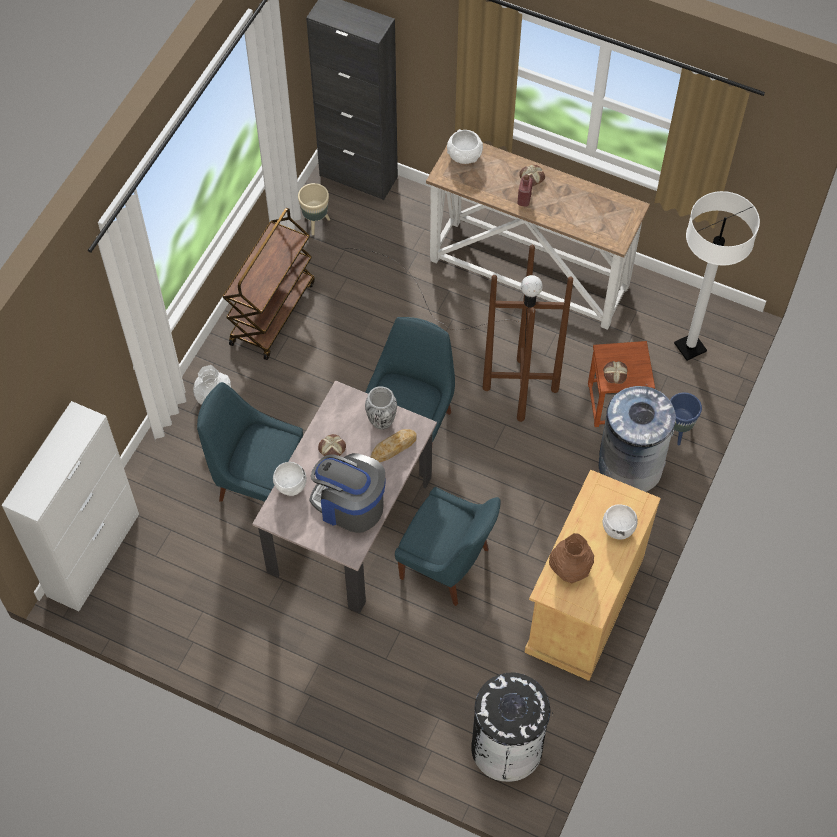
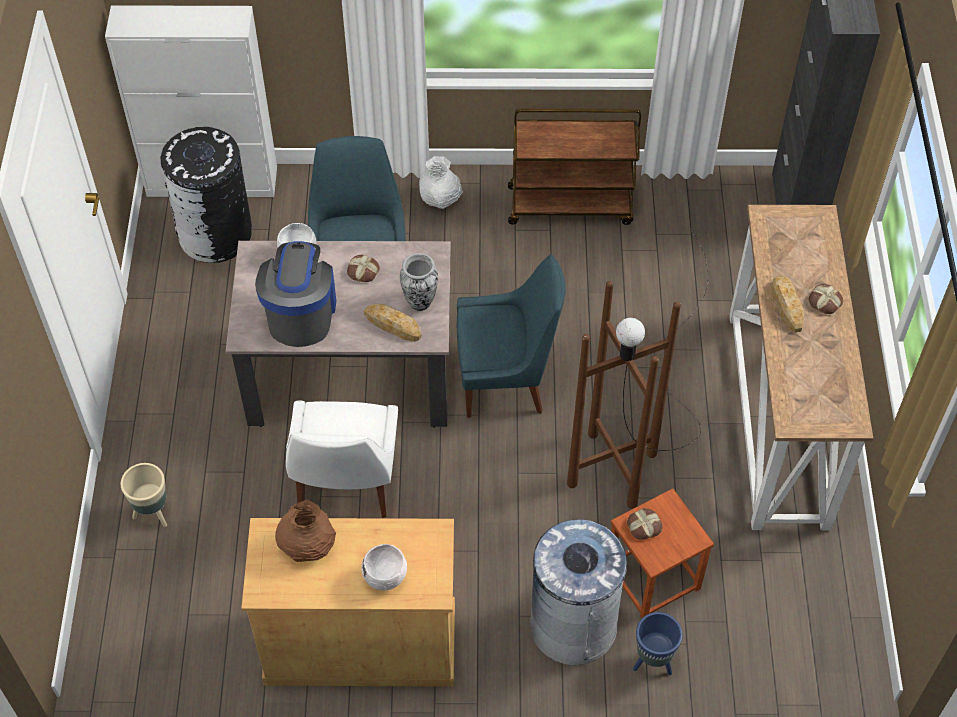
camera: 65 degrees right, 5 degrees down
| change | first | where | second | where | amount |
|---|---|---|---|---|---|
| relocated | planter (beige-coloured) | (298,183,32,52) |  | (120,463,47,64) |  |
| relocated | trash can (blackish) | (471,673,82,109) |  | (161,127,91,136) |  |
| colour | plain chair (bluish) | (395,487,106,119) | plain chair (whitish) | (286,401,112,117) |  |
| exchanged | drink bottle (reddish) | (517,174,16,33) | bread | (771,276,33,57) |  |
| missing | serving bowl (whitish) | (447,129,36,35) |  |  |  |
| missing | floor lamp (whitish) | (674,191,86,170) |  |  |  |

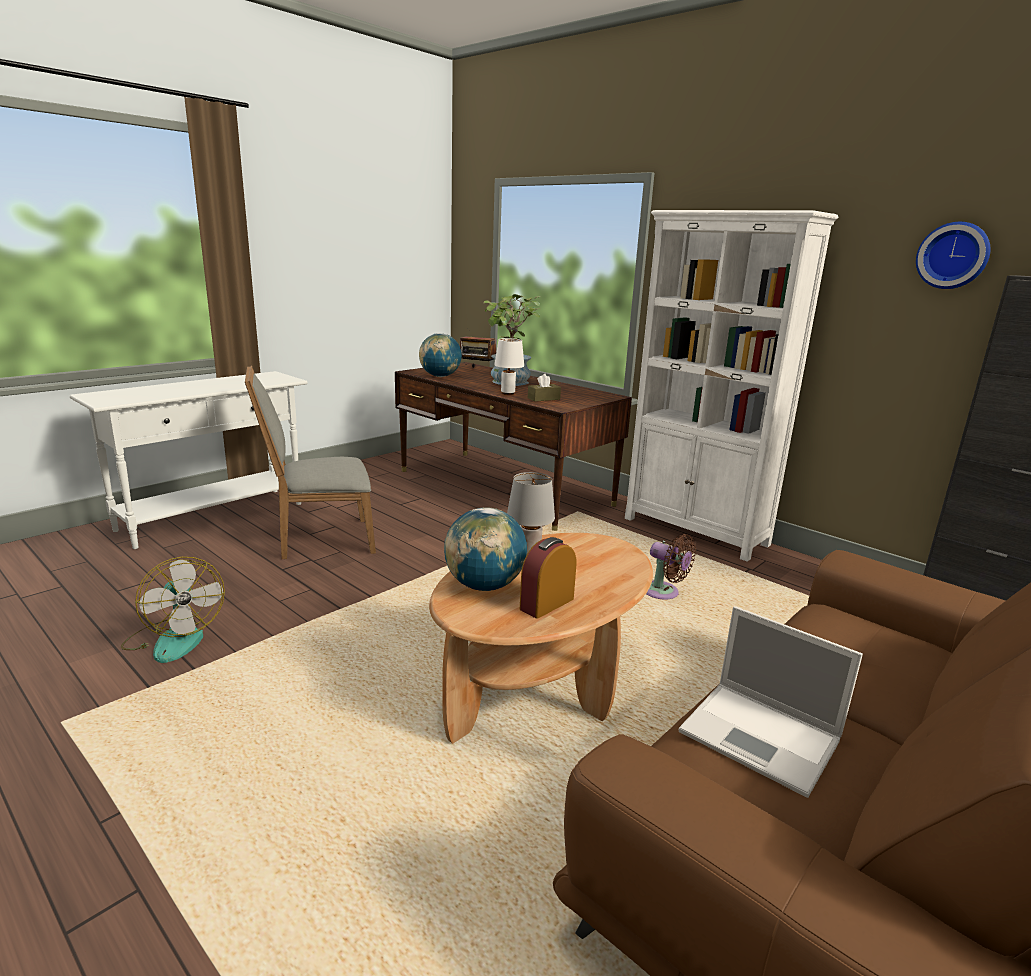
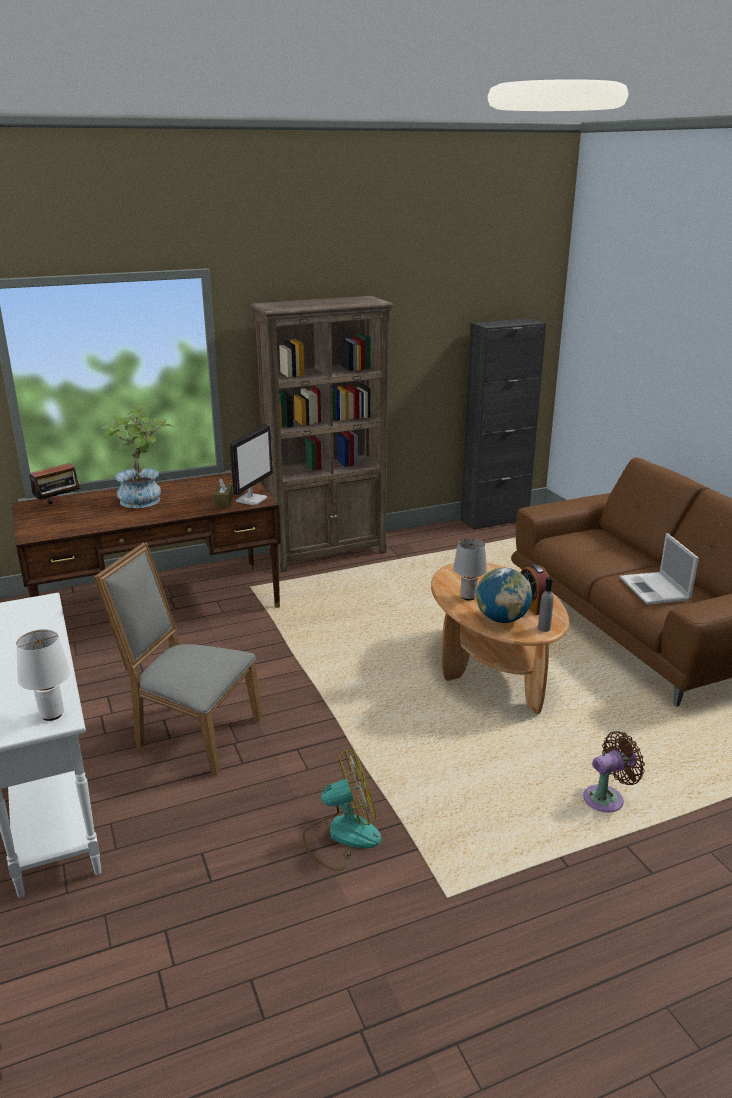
camera: 65 degrees left, 5 degrees up
| change | first | where | second | where | amount |
|---|---|---|---|---|---|
| relocated | tabletop lamp (whitish) | (494,338,30,57) |  | (16,629,54,92) |  |
| spun | plain chair (grey) | (245,366,131,193) |  | (94,542,168,234) | 105 degrees clockwise |
| appeared |  |  | computer display | (230,424,43,81) |  |
| colour | bookcase (whitish) | (625,210,213,352) | bookcase (brown-coloured) | (250,296,144,276) |  |
| appeared |  |  | drink bottle (grey) | (538,577,16,55) |  |
| relocated | fan (brown-coloured) | (646,534,50,66) |  | (583,731,62,82) |  |
| spun | portable computer | (679,606,184,192) |  | (620,533,79,72) | 105 degrees clockwise |
| missing | desk globe | (419,333,43,44) |  |  |  |
| missing | clock on the wall | (916,222,75,67) |  |  |  |

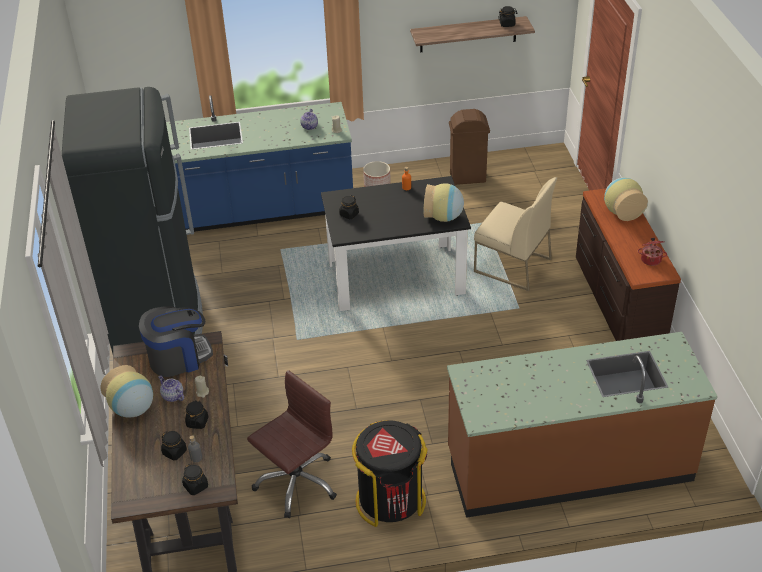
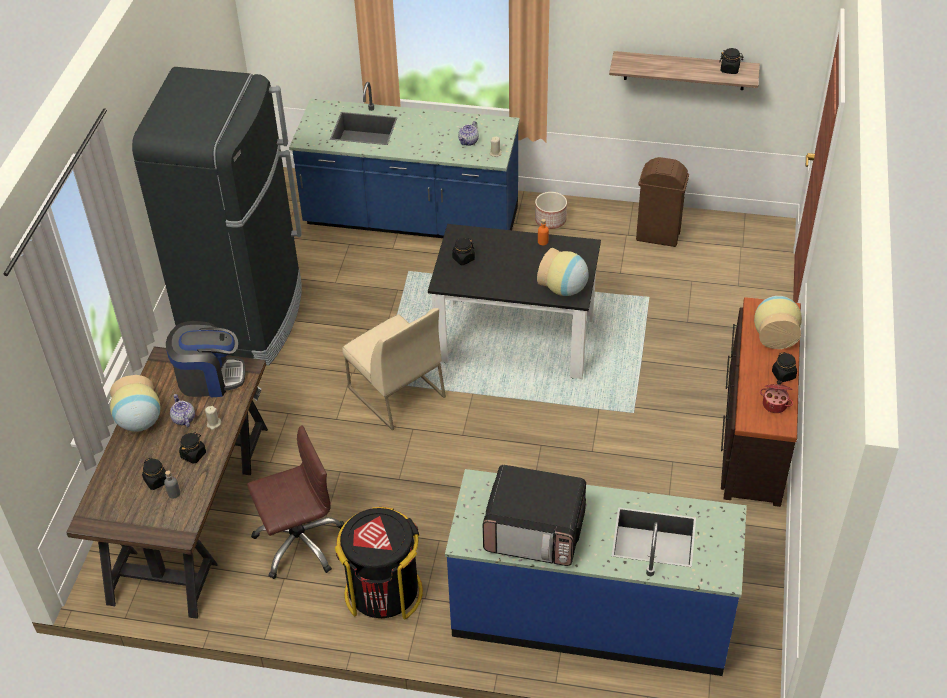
camera: 20 degrees right, 5 degrees up
| change | first | where | second | where | amount |
|---|---|---|---|---|---|
| relocated | plain chair (beige-coloured) | (474,177,83,114) |  | (342,308,104,122) |  |
| colour | counter (brown-coloured) | (447,332,271,186) | counter (bluish) | (445,469,302,207) |  |
| appeared |  |  | kitchen microwave | (483,465,103,101) |  |
| relocated | jar (blackish) | (182,464,26,31) |  | (772,352,25,30) |  |

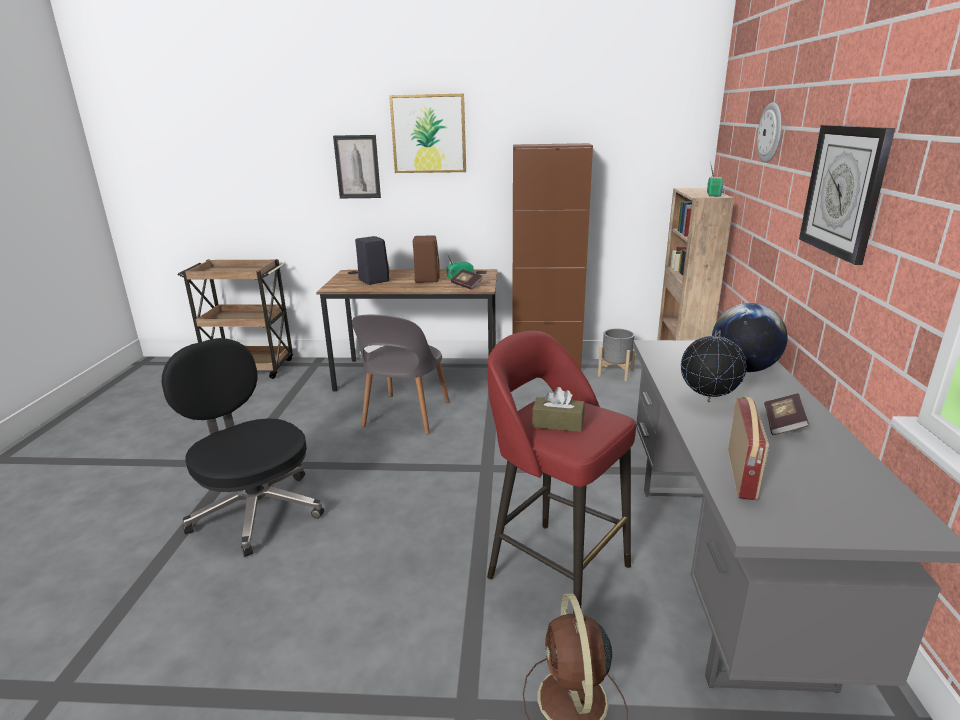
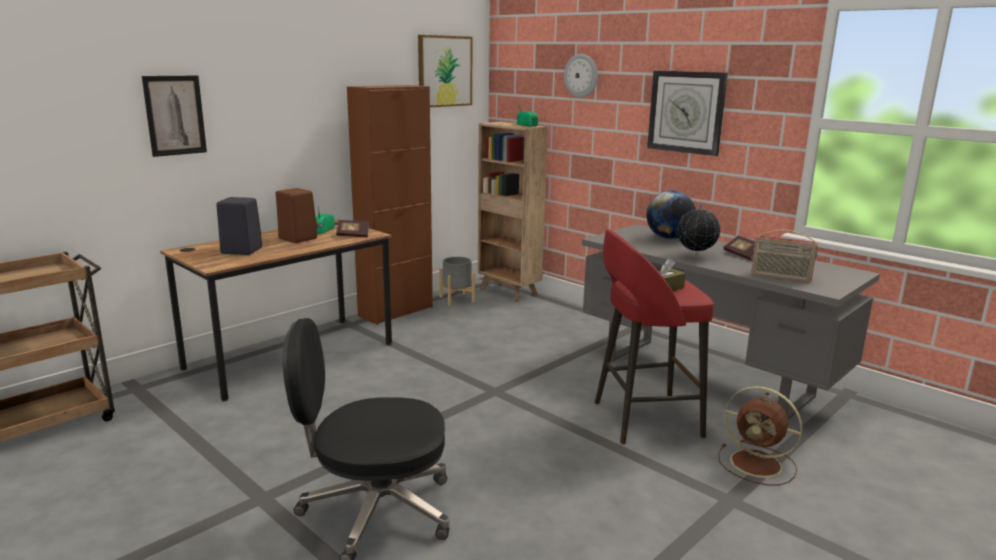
camera: 50 degrees left, 5 degrees down
| change | first | where | second | where | amount |
|---|---|---|---|---|---|
| relocated | wall art | (389,94,77,79) |  | (418,35,55,72) |  |
| spun | radio receiver | (728,396,41,104) |  | (751,230,67,52) | 150 degrees clockwise |
| missing | plain chair (grey) | (352,315,98,120) |  |  |  |

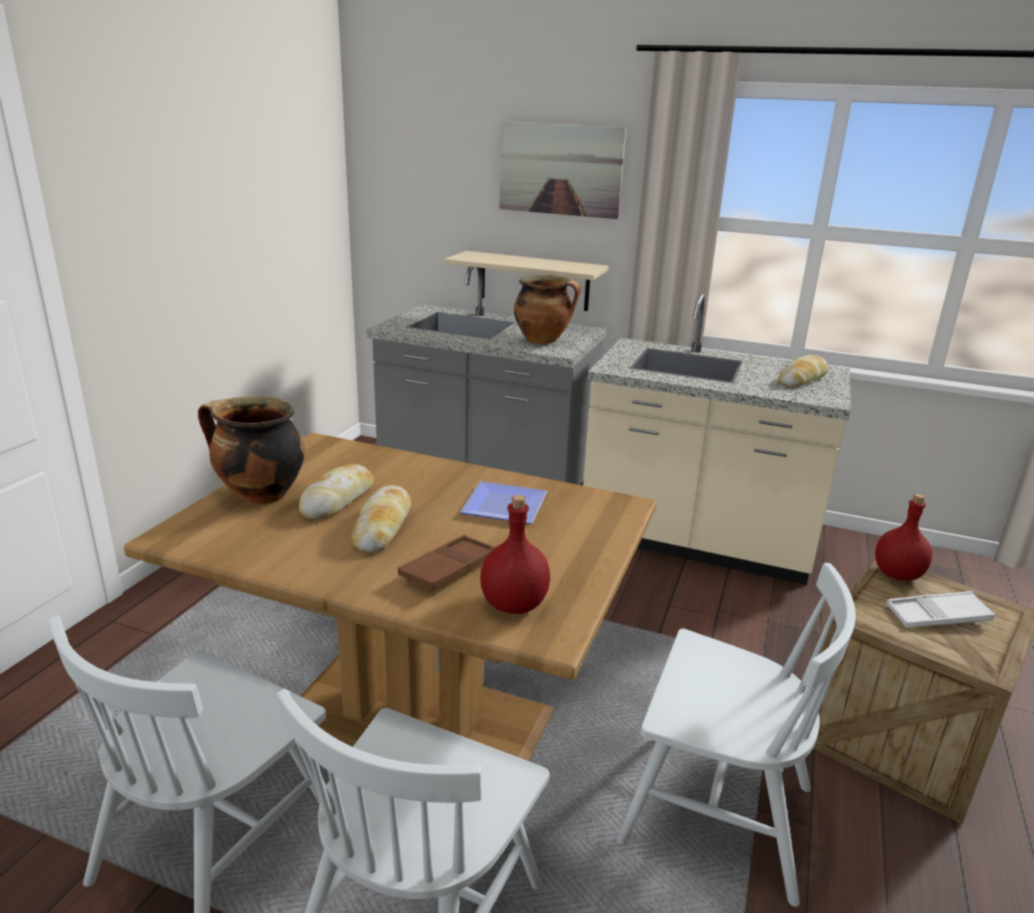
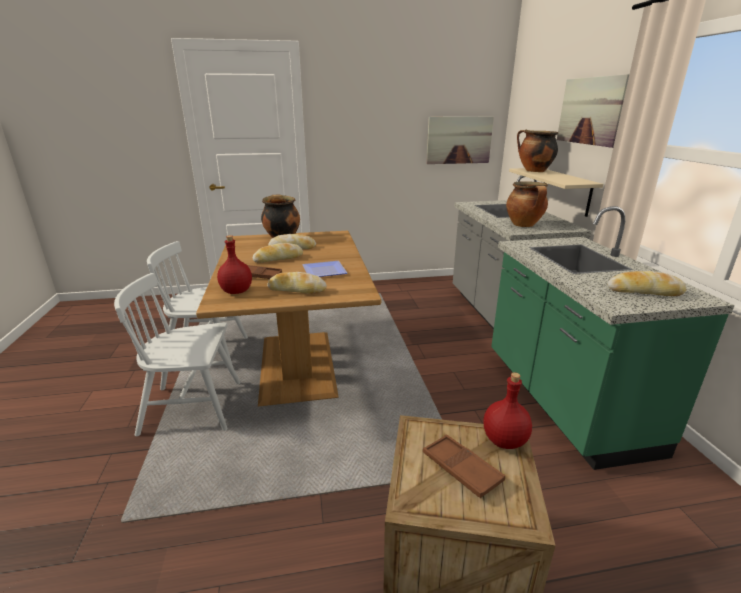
camera: 60 degrees right, 0 degrees up
| change | first | where | second | where | amount |
|---|---|---|---|---|---|
| appeared |  |  | bread | (267,272,60,22) |  |
| colour | serving tray (whitish) | (886,591,109,37) | serving tray (brown-coloured) | (423,435,82,63) |  |
| appeared |  |  | wall art | (426,117,68,47) |  |
| colour | counter (beige-coloured) | (583,294,268,291) | counter (green) | (491,206,244,264) |  |
| appeared |  |  | cooking pot | (517,129,41,43) |  |
| missing | plain chair (whitish) | (617,563,239,344) |  |  |  |

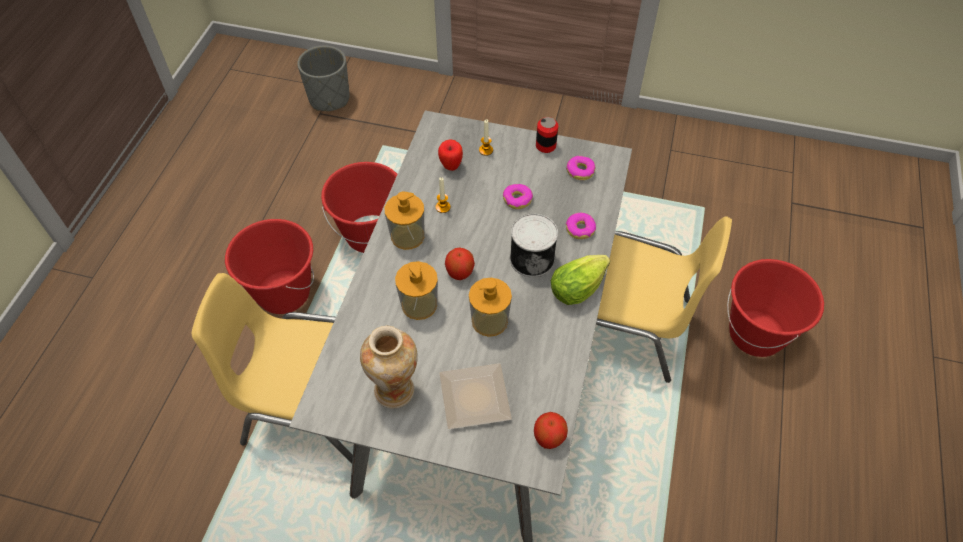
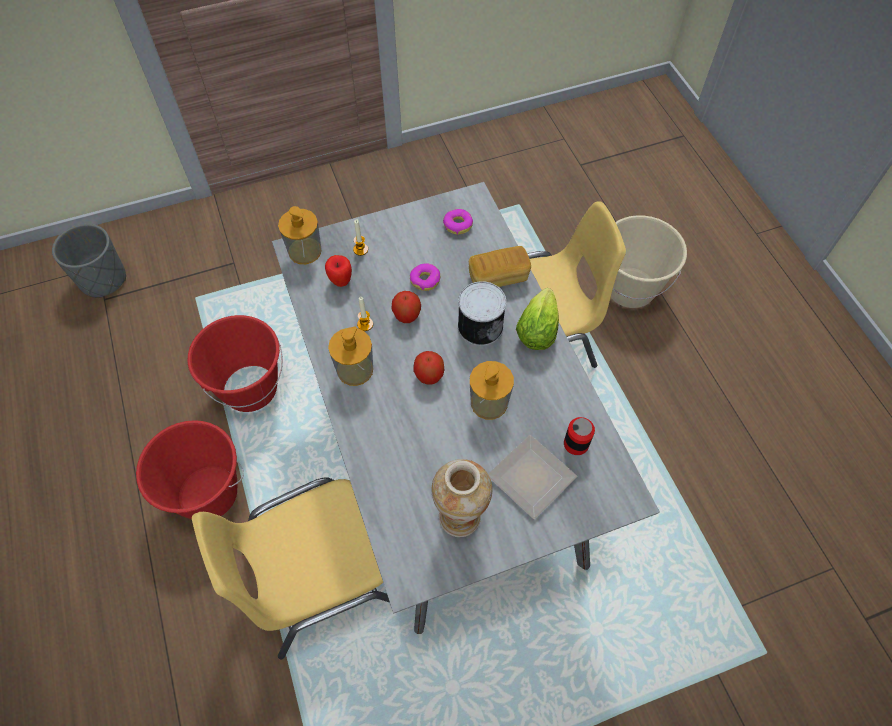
camera: 35 degrees left, 5 degrees up
| change | first | where | second | where | amount |
|---|---|---|---|---|---|
| relocated | liquid soap bottle | (395,261,43,59) |  | (278,206,44,58) |  |
| relocated | apple fruit | (534,412,34,37) |  | (392,291,29,32) |  |
| exchanged | doughnut | (565,213,31,26) | bread | (469,246,62,41) |  |
| relocated | sealed can | (536,117,22,36) |  | (564,417,31,38) |  |
| colour | pail (reddish) | (727,259,97,98) | pail (beige-coloured) | (611,215,76,93) |  |

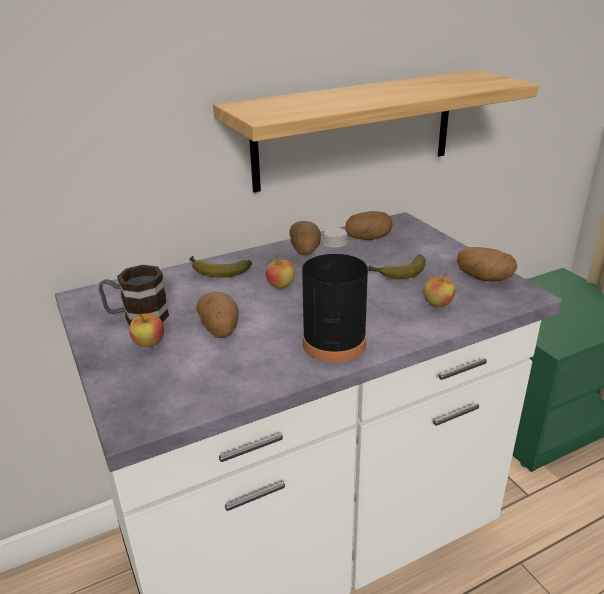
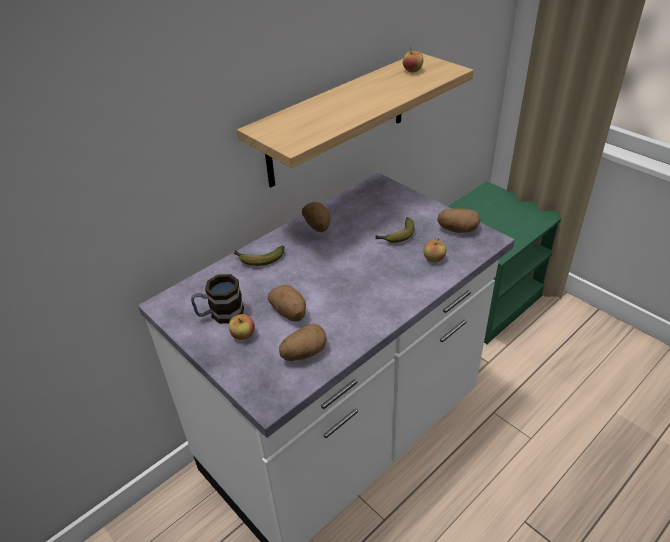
camera: 15 degrees left, 10 degrees up
| change | first | where | second | where | amount |
|---|---|---|---|---|---|
| relocated | spud | (346,211,47,29) |  | (279,324,48,37) |  |
| relocated | apple fruit | (266,255,29,33) |  | (403,47,20,25) |  |
| missing | drink bottle (blackish) | (302,228,66,135) |  |  |  |

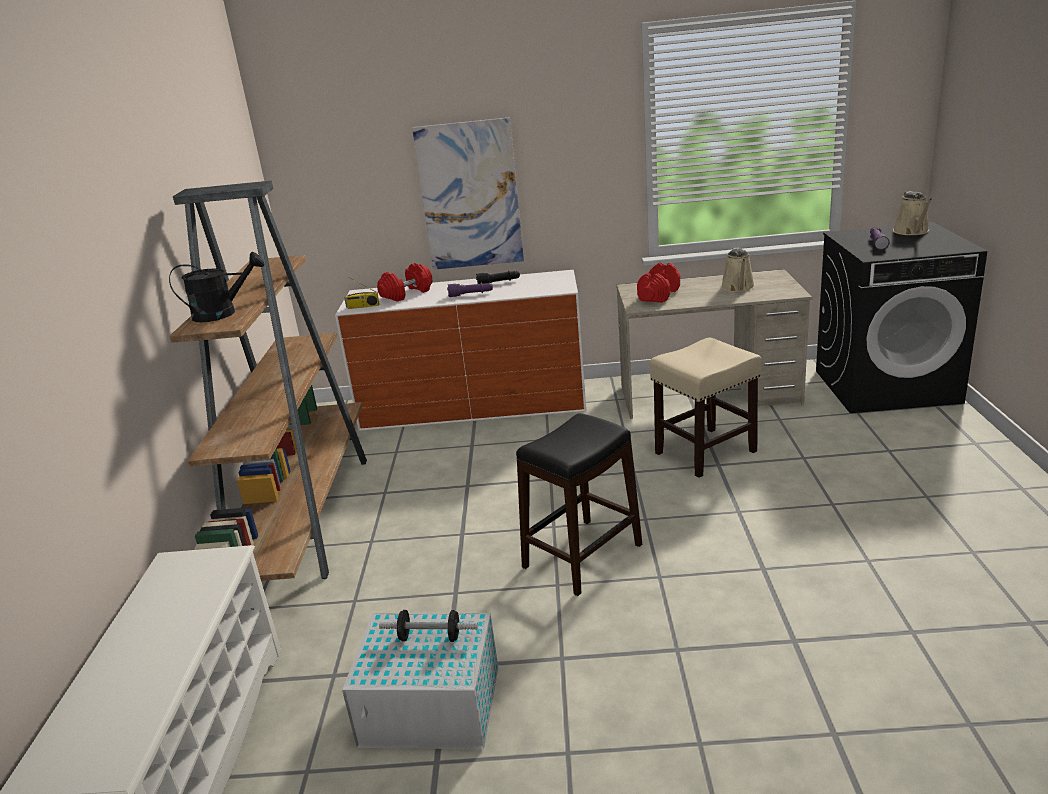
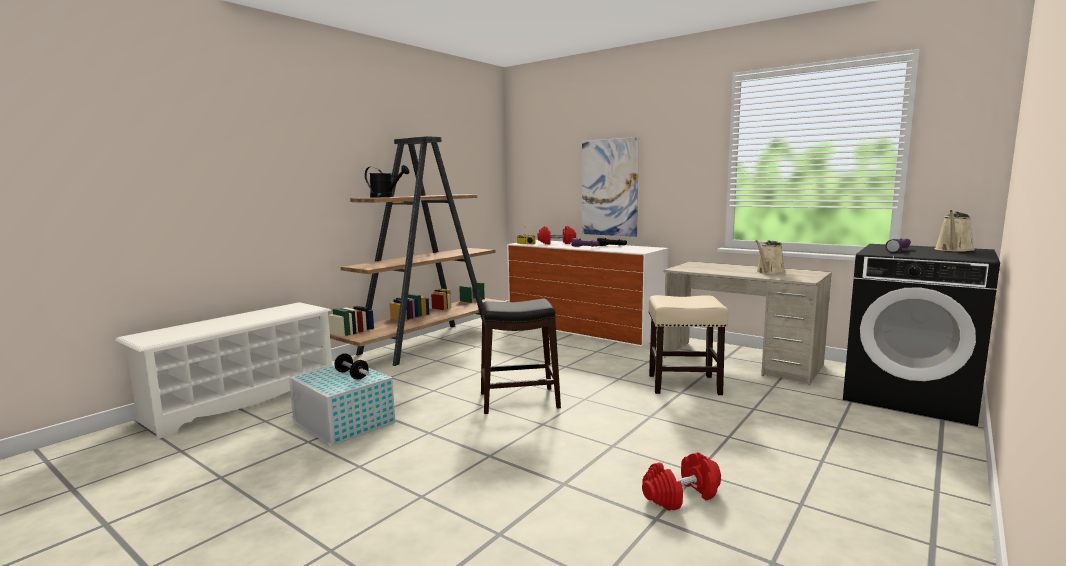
camera: 35 degrees right, 15 degrees down
| change | first | where | second | where | amount |
|---|---|---|---|---|---|
| relocated | free weight (reddish) | (637,262,43,41) |  | (642,452,79,59) |  |

